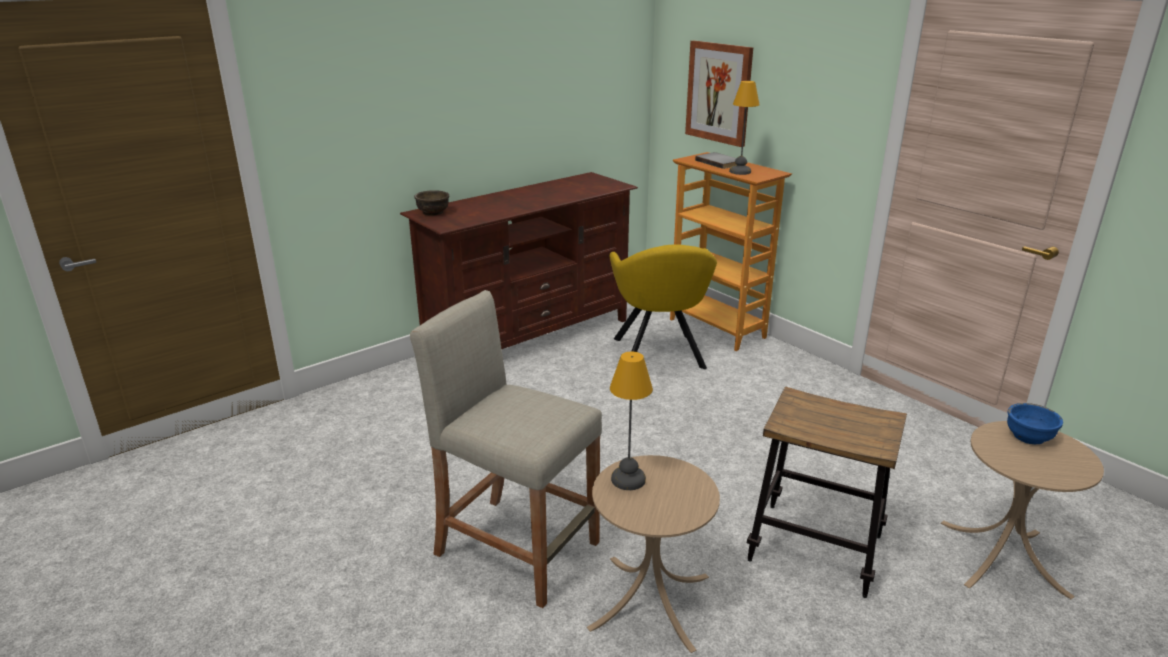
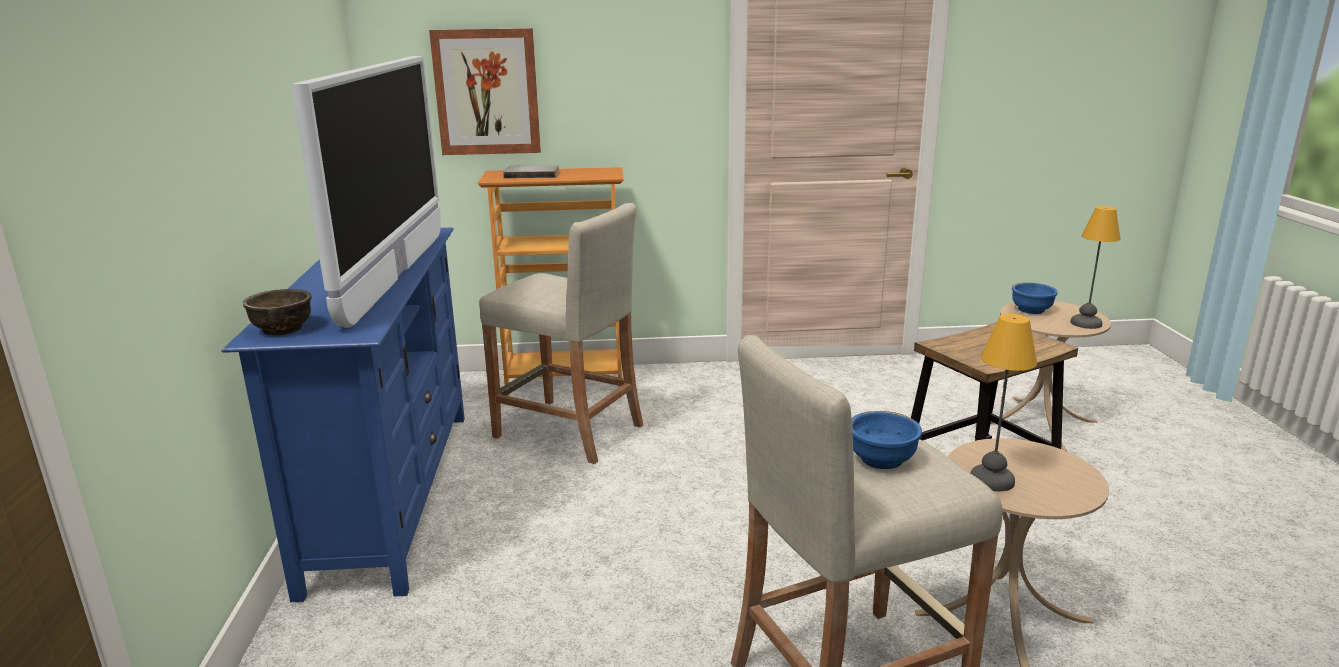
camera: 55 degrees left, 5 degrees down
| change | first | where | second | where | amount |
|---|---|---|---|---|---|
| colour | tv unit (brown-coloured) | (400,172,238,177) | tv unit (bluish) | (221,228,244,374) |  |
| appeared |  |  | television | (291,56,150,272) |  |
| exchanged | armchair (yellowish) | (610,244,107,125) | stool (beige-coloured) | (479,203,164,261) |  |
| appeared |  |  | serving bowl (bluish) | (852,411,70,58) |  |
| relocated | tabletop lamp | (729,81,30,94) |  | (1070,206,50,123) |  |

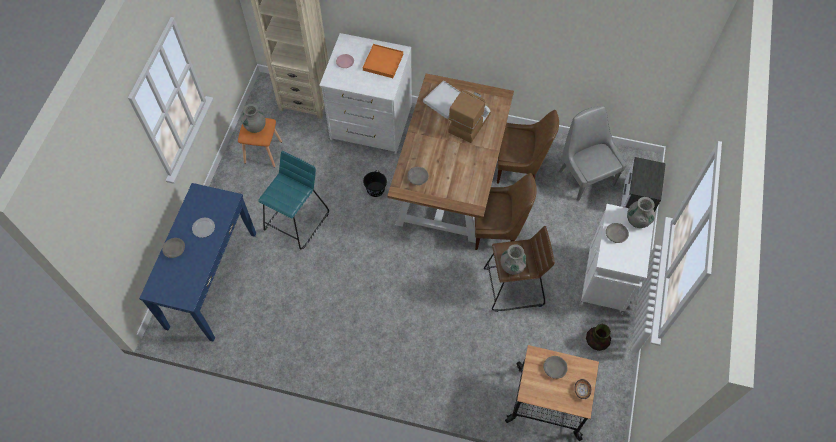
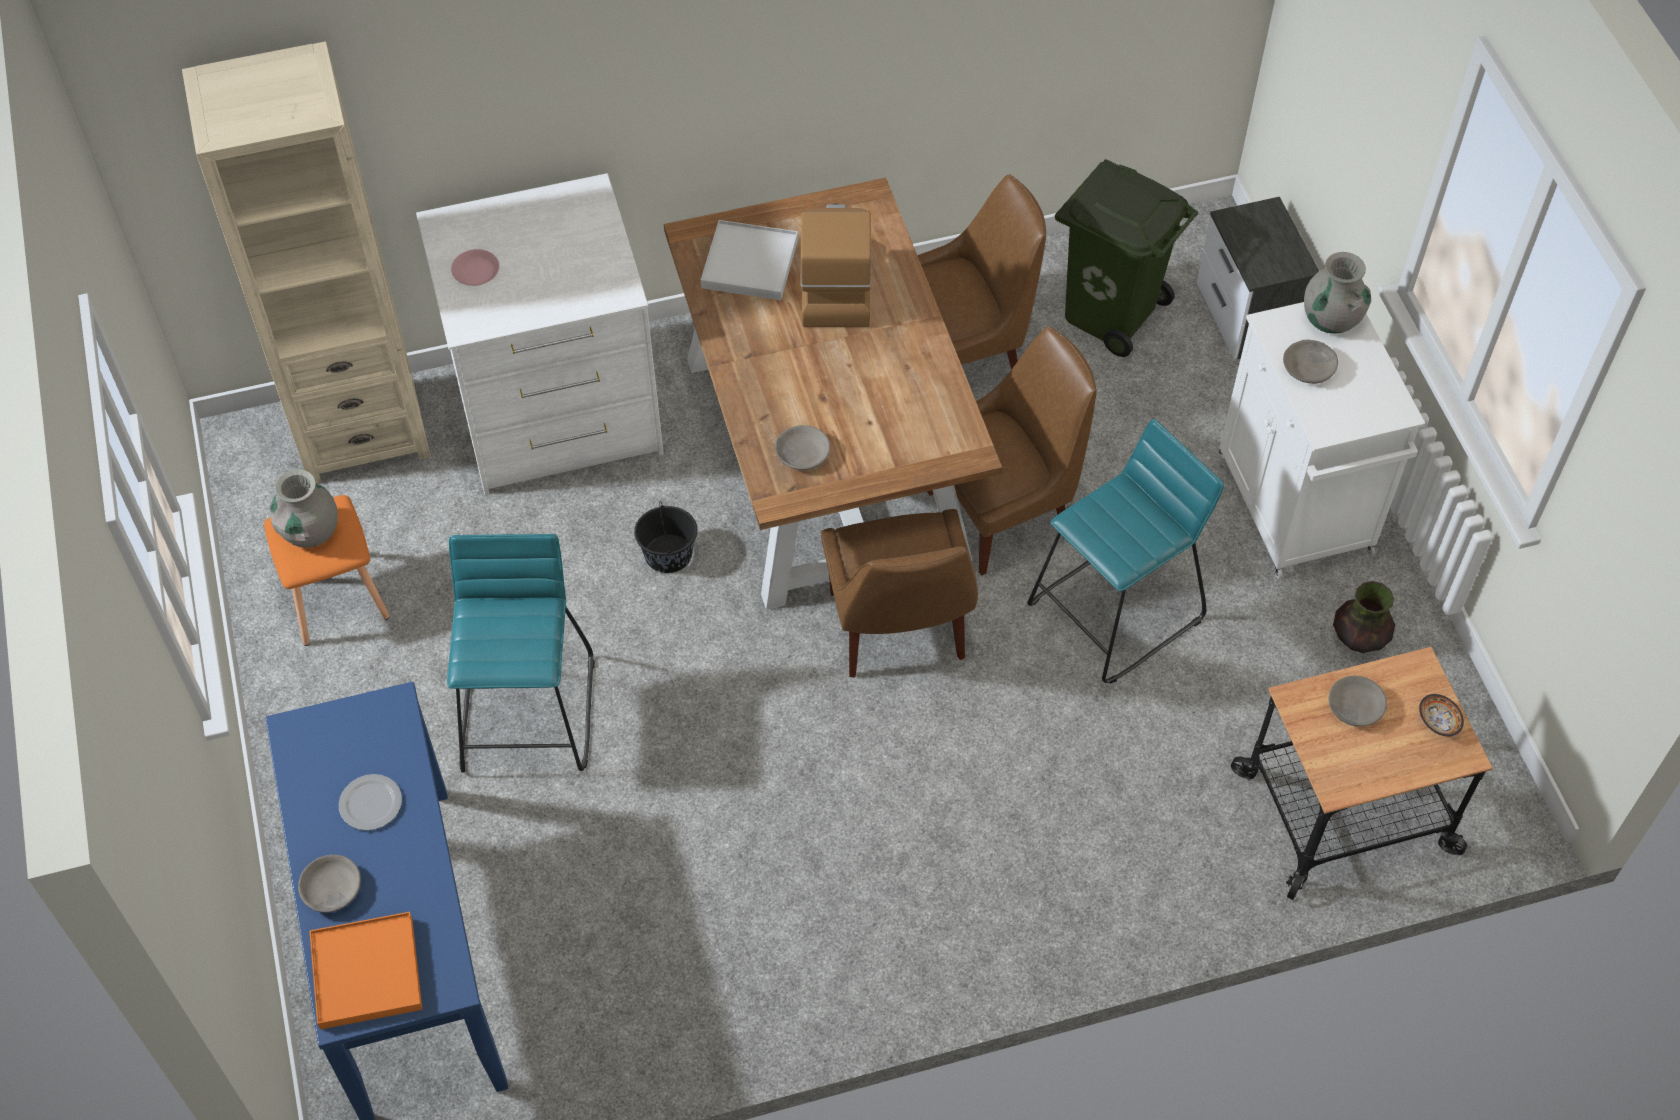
camera: 30 degrees left, 5 degrees down
| change | first | where | second | where | amount |
|---|---|---|---|---|---|
| relocated | serving tray (orange-coloured) | (363,44,40,34) |  | (310,912,112,117) |  |
| appeared |  |  | plain chair (brown-coloured) | (821,509,157,169) |  |
| colour | stool (brown-coloured) | (484,226,71,86) | stool (blue-green) | (1028,419,196,265) |  |
| exchanged | plain chair (grey) | (559,106,68,95) | trash can (green) | (1055,159,143,198) |  |
| missing | flower vase (grey) | (500,244,26,31) |  |  |  |

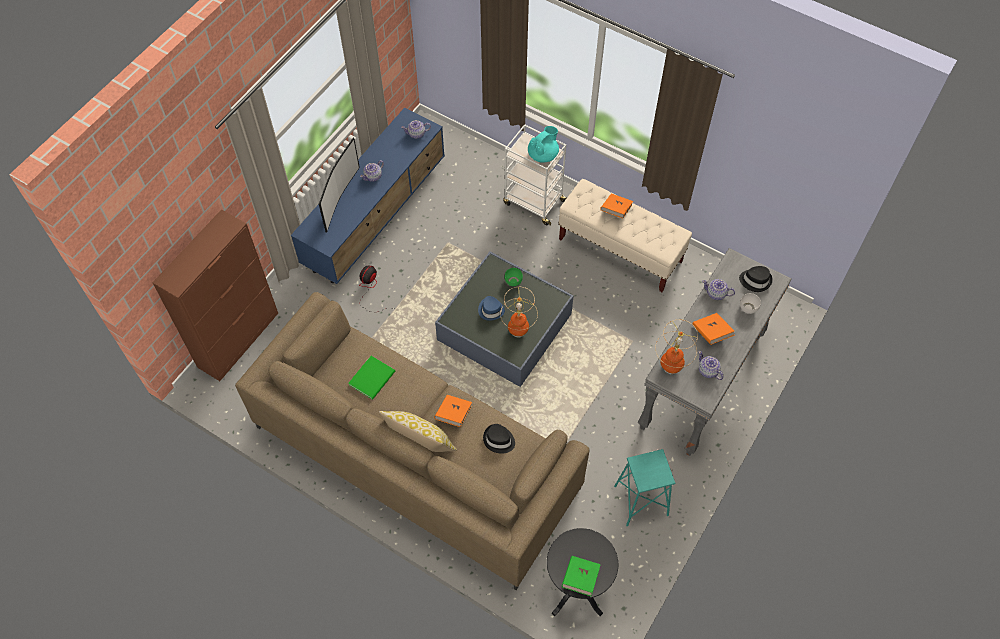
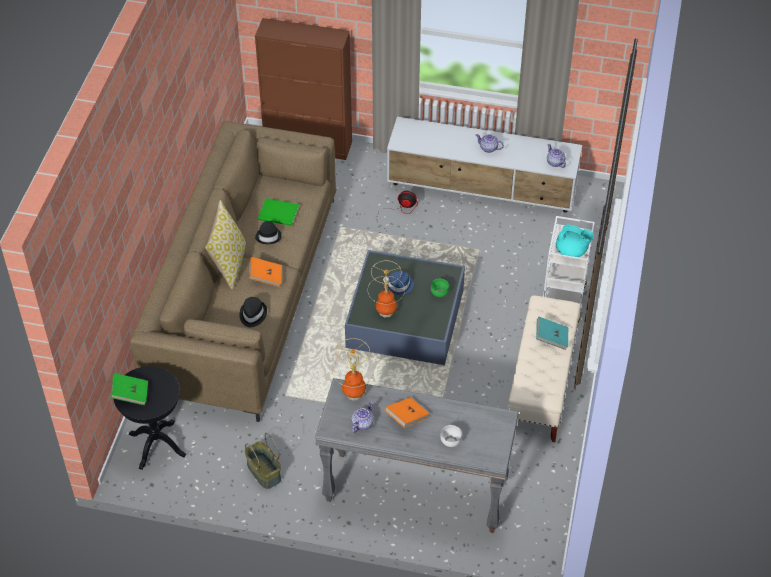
camera: 70 degrees right, 10 degrees down
| change | first | where | second | where | amount |
|---|---|---|---|---|---|
| exchanged | stool (blue-green) | (614,449,61,77) | storage basket | (245,433,36,56) |  |
| relocated | hat (blackish) | (739,266,34,26) |  | (255,221,27,23) |  |
| colour | tv unit (bluish) | (291,107,154,177) | tv unit (whitish) | (387,117,195,96) |  |
| colour | bound book (orange-coloured) | (600,193,33,25) | bound book (blue-green) | (536,317,32,33) |  |
| missing | television | (319,138,41,95) |  |  |  |
| missing | tea pot | (702,279,33,21) |  |  |  |

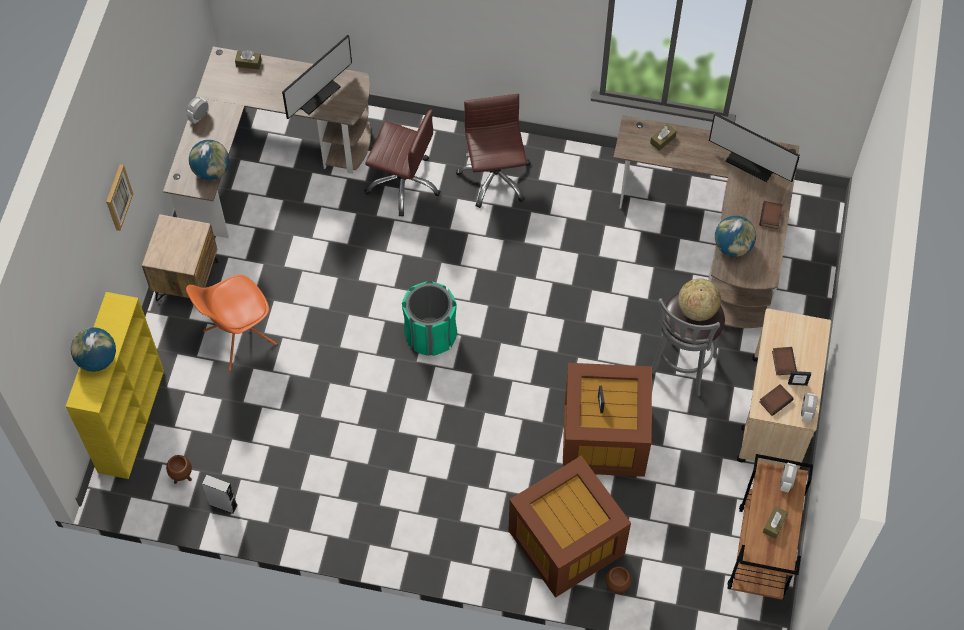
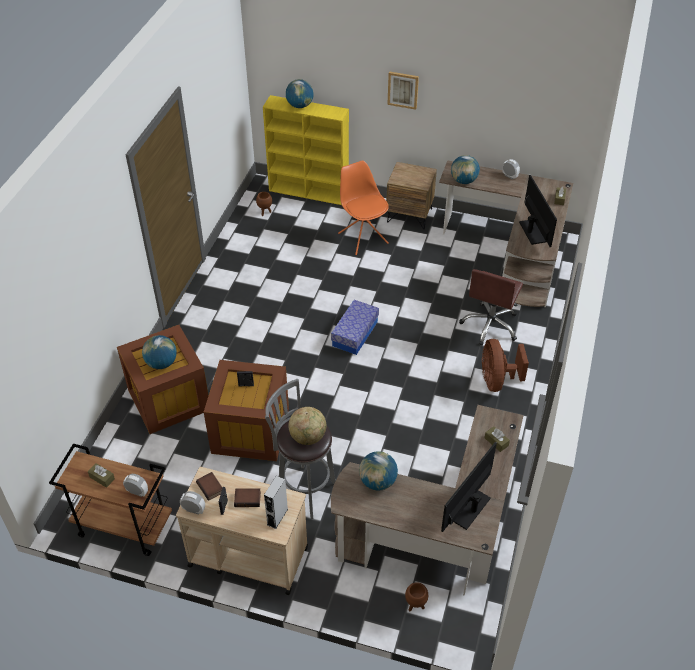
camera: 95 degrees right, 15 degrees down
| change | first | where | second | where | amount |
|---|---|---|---|---|---|
| appeared |  |  | desk globe | (142,335,35,34) |  |
| relocated | loudspeaker (grey) | (202,475,35,39) |  | (264,476,24,53) |  |
| exchanged | trash can (green) | (402,281,55,75) | storage bin | (331,300,48,55) |  |
| relocated | planter (brown-coloured) | (606,566,25,29) |  | (405,582,23,30) |  |
| exchanged | computer chair (brown-coloured) | (456,94,75,114) | fan (brown-coloured) | (482,339,47,53) |  |
| spun | computer display | (282,35,70,84) |  | (519,175,38,72) | 150 degrees counterclockwise |
| missing | bound book | (759,201,24,28) |  |  |  |

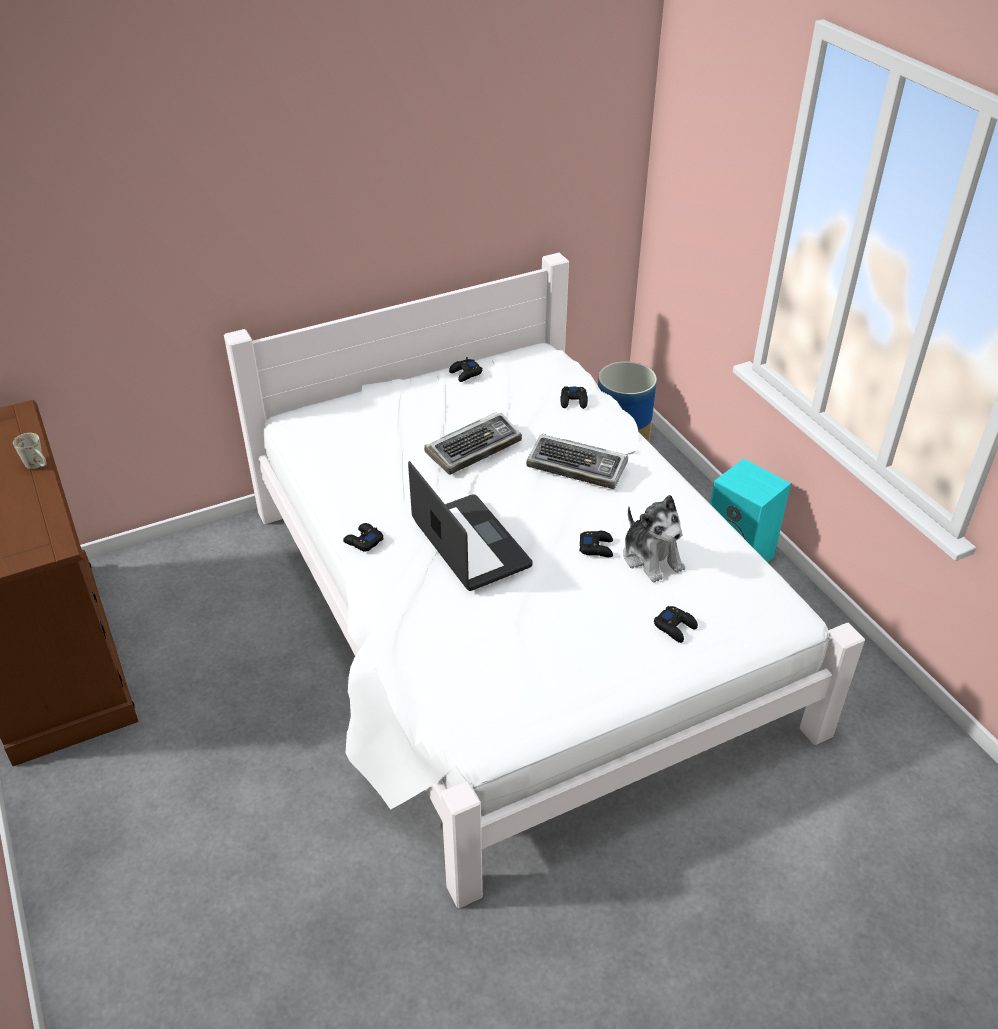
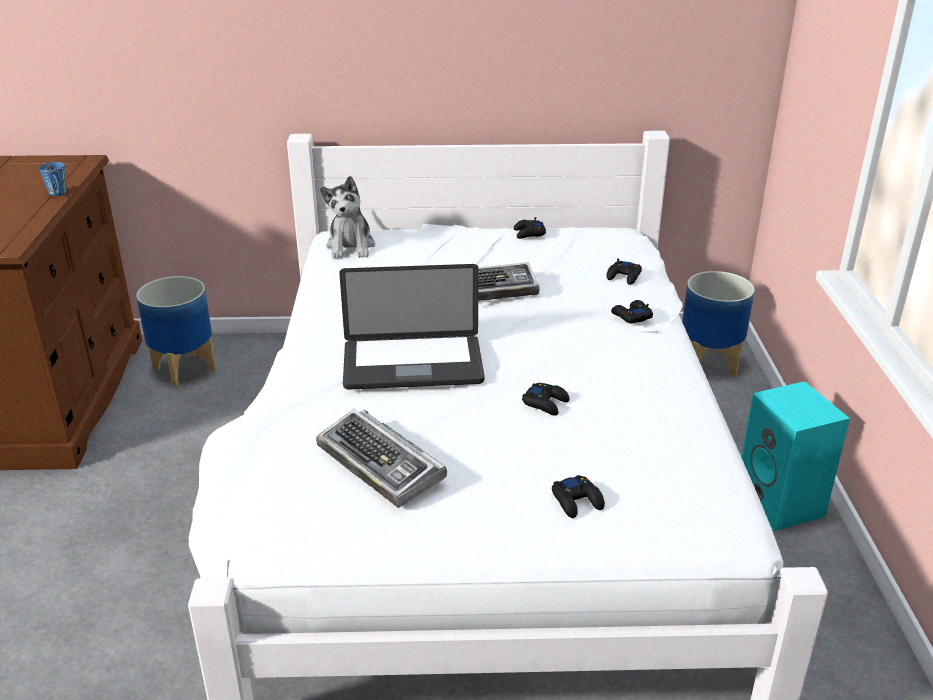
camera: 25 degrees right, 10 degrees down
| change | first | where | second | where | amount |
|---|---|---|---|---|---|
| colour | mug (whitish) | (13,433,34,36) | mug (bluish) | (39,162,28,34) |  |
| appeared |  |  | planter | (136,276,81,111) |  |
| relocated | PC keyboard | (527,434,101,55) |  | (316,409,131,99) |  |
| relocated | plush toy | (623,495,62,88) |  | (320,176,55,83) |  |
| spun | portable computer | (408,461,124,130) |  | (339,264,146,126) | 90 degrees clockwise |
| relocated | gamepad (blackish) | (343,523,40,29) |  | (611,300,42,23) |  |

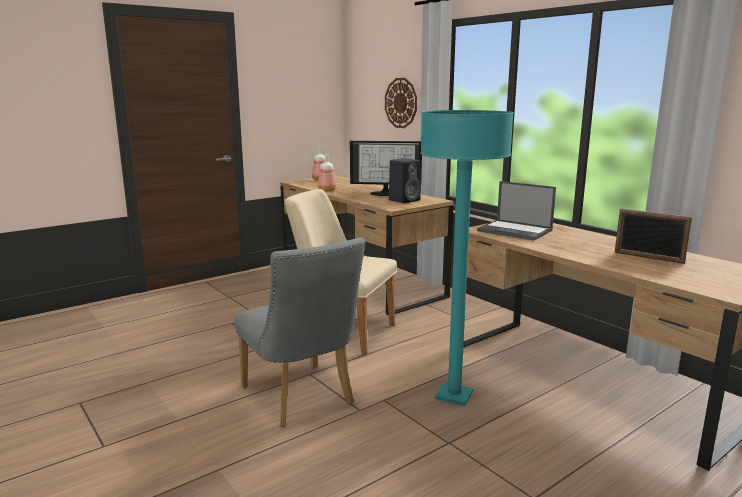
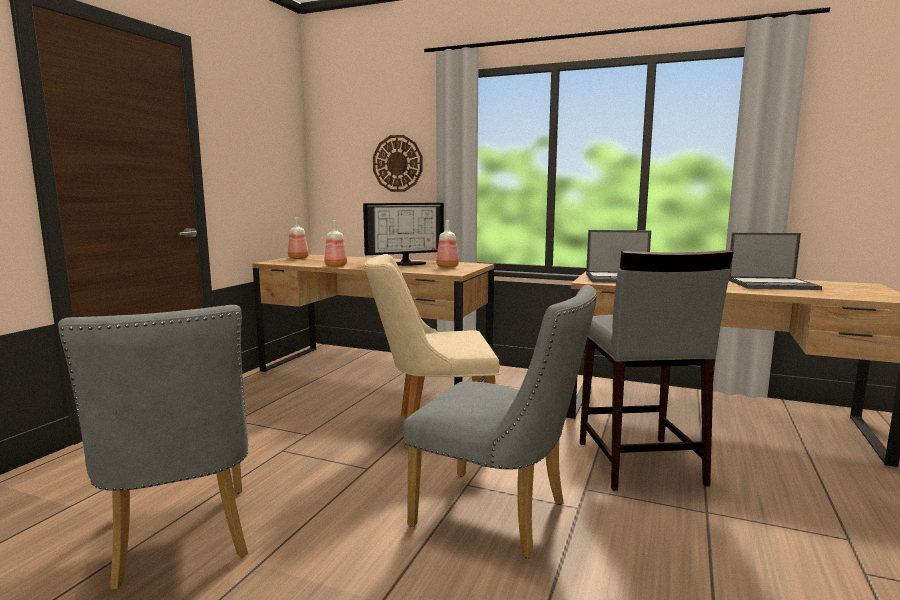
camera: 30 degrees left, 5 degrees down
| change | first | where | second | where | amount |
|---|---|---|---|---|---|
| appeared |  |  | plain chair (grey) | (58,305,190,285) |  |
| exchanged | loudspeaker (blackish) | (389,158,32,45) | drink bottle | (436,220,23,48) |  |
| exchanged | floor lamp (blue-green) | (420,110,93,296) | stool (grey) | (580,250,154,241) |  |
| exchanged | standing frame | (615,208,77,56) | portable computer | (729,233,93,57) |  |

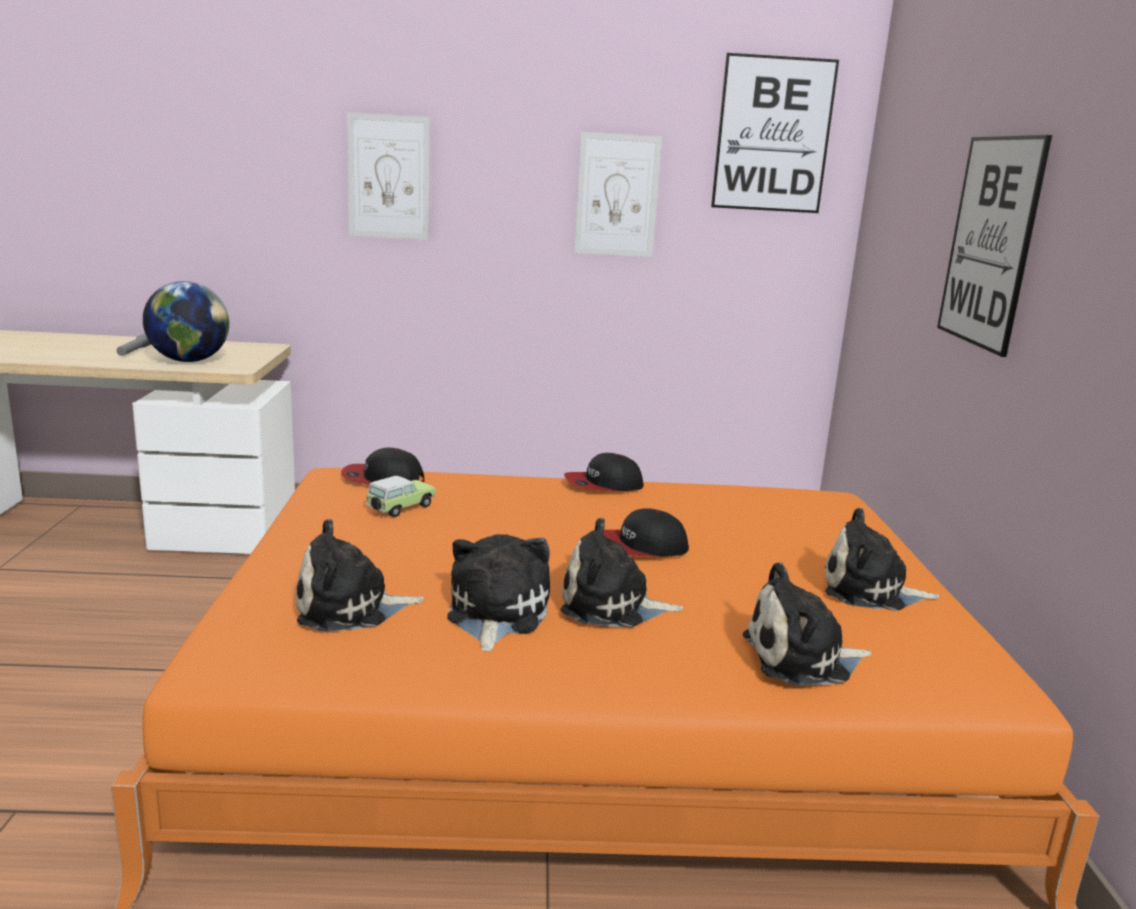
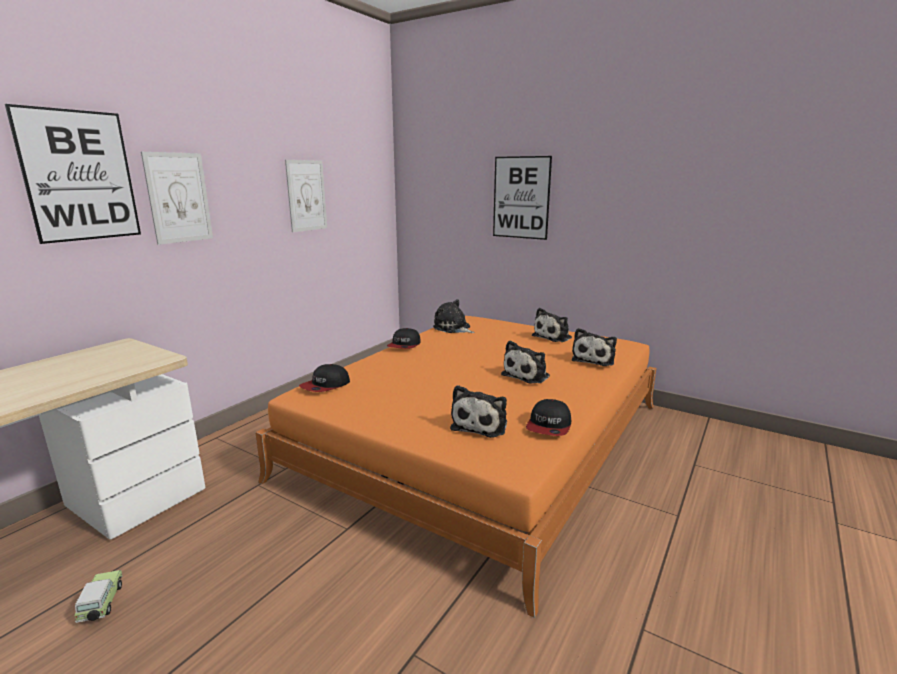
camera: 55 degrees left, 0 degrees up
| change | first | where | second | where | amount |
|---|---|---|---|---|---|
| relocated | wall art | (711,53,128,160) |  | (5,104,136,140) |  |
| relocated | toy car | (365,475,71,42) |  | (75,570,47,53) |  |
| relocated | plush toy | (448,534,102,118) |  | (433,299,41,34) |  |
| relocated | cap | (603,508,86,49) |  | (526,399,45,37) |  |
| missing | hand torch (grey) | (117,333,34,23) |  |  |  |
| missing | desk globe | (143,281,86,81) |  |  |  |

